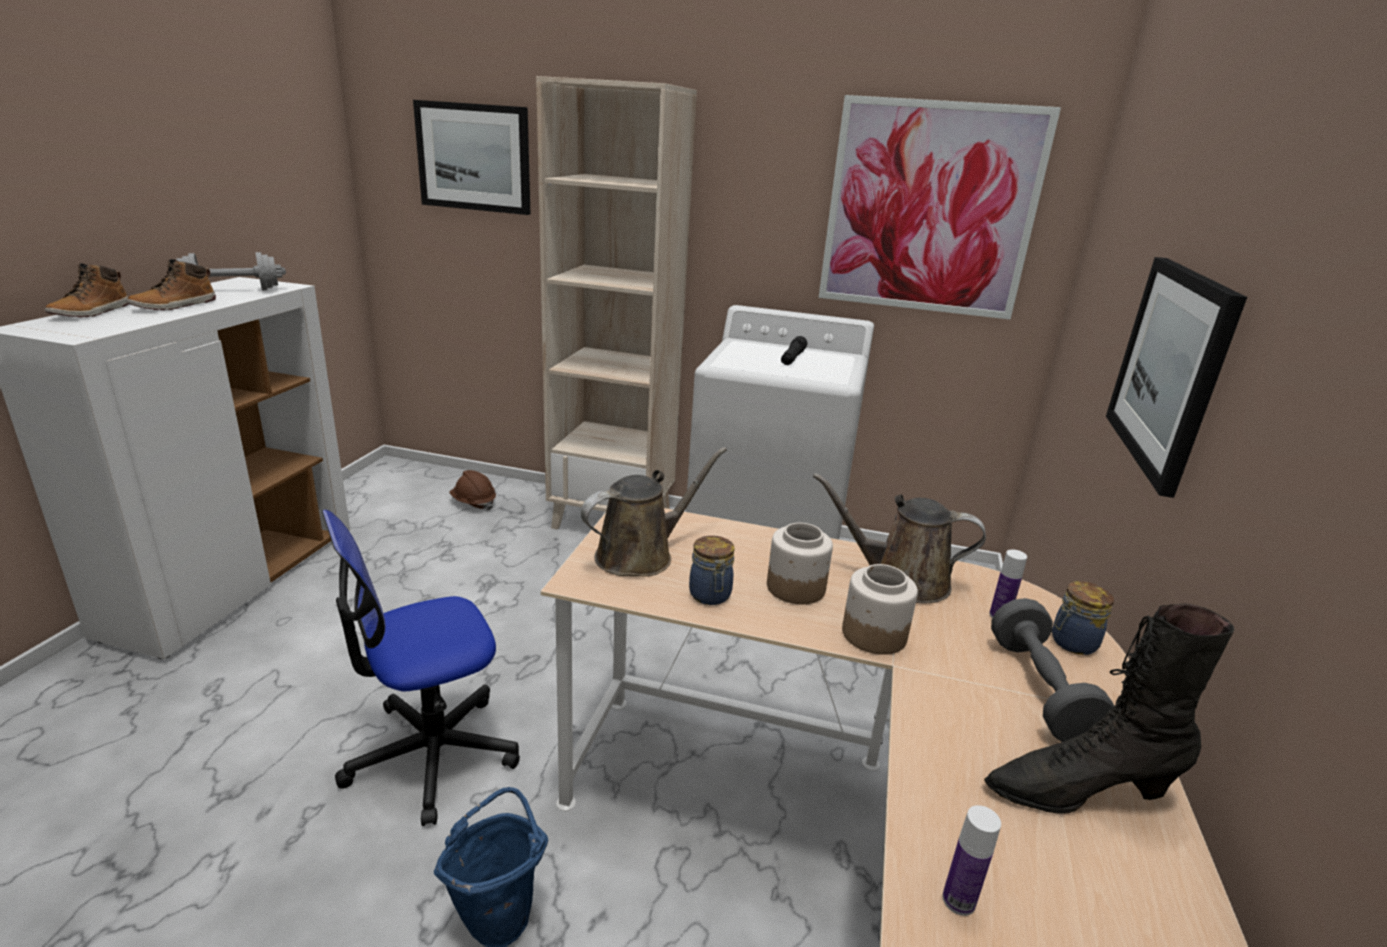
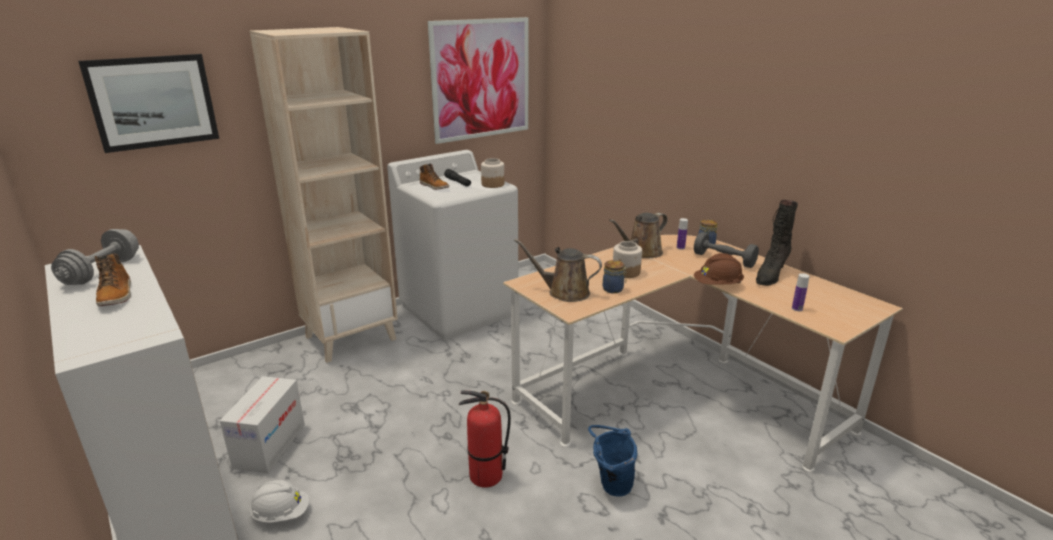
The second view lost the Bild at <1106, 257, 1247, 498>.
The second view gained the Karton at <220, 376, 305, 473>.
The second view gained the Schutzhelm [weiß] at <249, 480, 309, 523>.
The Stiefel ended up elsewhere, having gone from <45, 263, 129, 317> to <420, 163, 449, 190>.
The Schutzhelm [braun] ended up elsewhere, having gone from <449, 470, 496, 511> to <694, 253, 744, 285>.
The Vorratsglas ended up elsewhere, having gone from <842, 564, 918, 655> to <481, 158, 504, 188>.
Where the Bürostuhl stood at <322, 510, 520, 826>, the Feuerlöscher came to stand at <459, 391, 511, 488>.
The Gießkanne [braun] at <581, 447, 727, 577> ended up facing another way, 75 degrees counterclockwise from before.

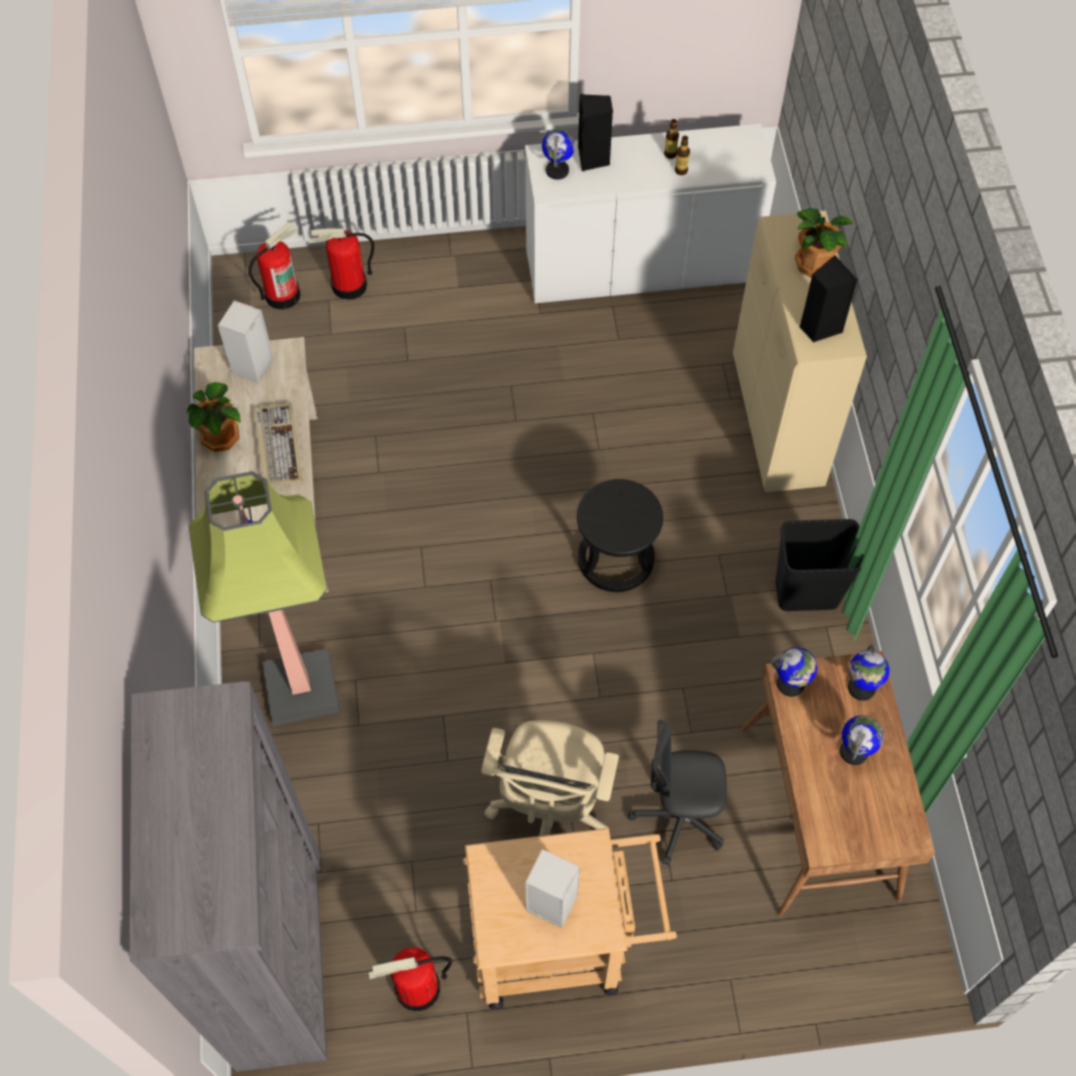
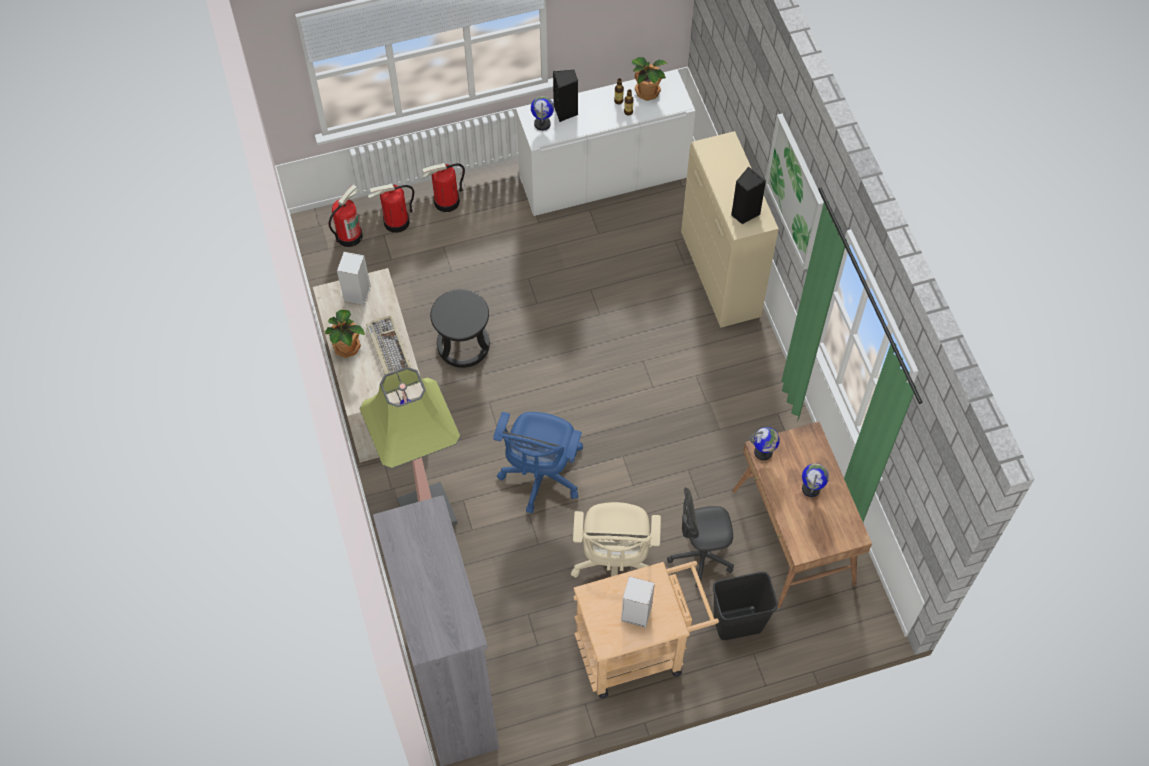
The second view lost the Globus at <848, 644, 889, 701>.
The second view gained the Bürostuhl [blau] at <493, 412, 583, 514>.
The second view gained the Bild at <765, 113, 824, 270>.
The Feuerlöscher ended up elsewhere, having gone from <369, 947, 452, 1011> to <421, 163, 465, 212>.
The Hocker [schwarz] ended up elsewhere, having gone from <577, 479, 663, 592> to <430, 289, 490, 368>.
The Mülleimer [schwarz] ended up elsewhere, having gone from <775, 519, 864, 611> to <713, 572, 778, 640>.
The Topfpflanze ended up elsewhere, having gone from <795, 208, 854, 278> to <632, 57, 668, 101>.

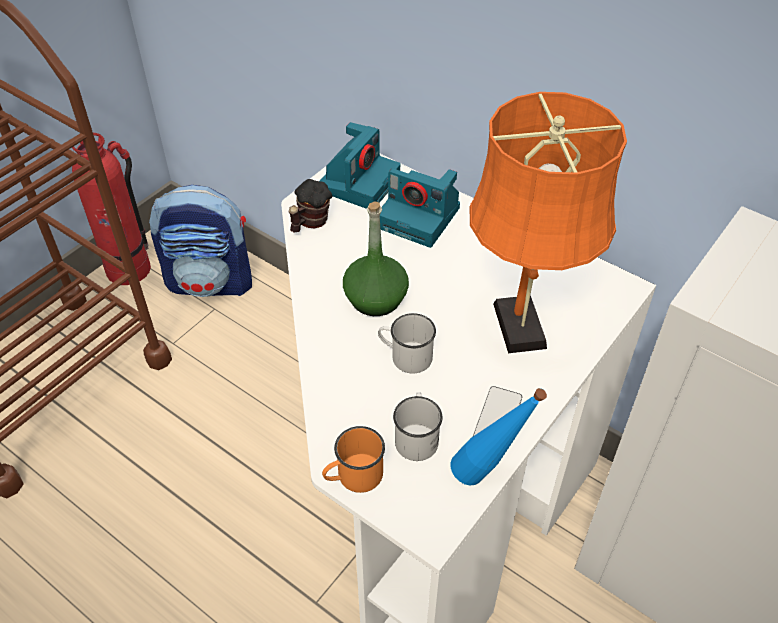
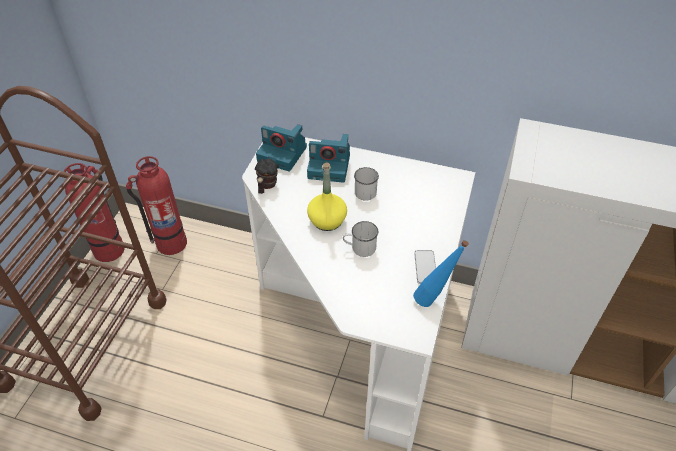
The second view lost the Henkelbecher [orange] at <322, 426, 385, 493>.
The second view lost the Tischlampe [orange] at <470, 92, 627, 353>.
The Henkelbecher [weiß] ended up elsewhere, having gone from <393, 392, 443, 461> to <354, 167, 379, 201>.
Where the Rucksack stood at <149, 185, 252, 297>, the Feuerlöscher came to stand at <126, 156, 187, 255>.
What was the Flasche [grün] at <343, 201, 409, 316> turned into the Flasche [gelb] at <307, 163, 347, 231>.
The Kamera at <320, 122, 401, 209> ended up facing another way, 105 degrees clockwise from before.

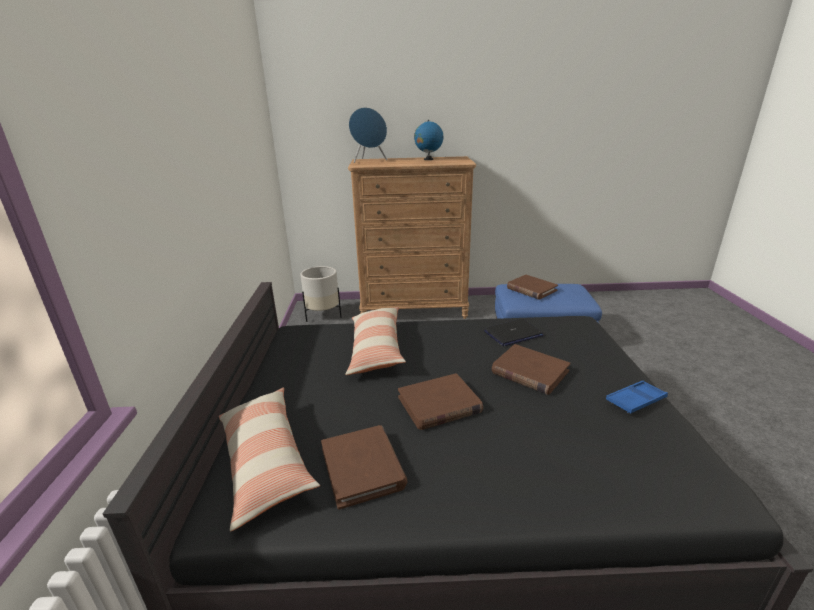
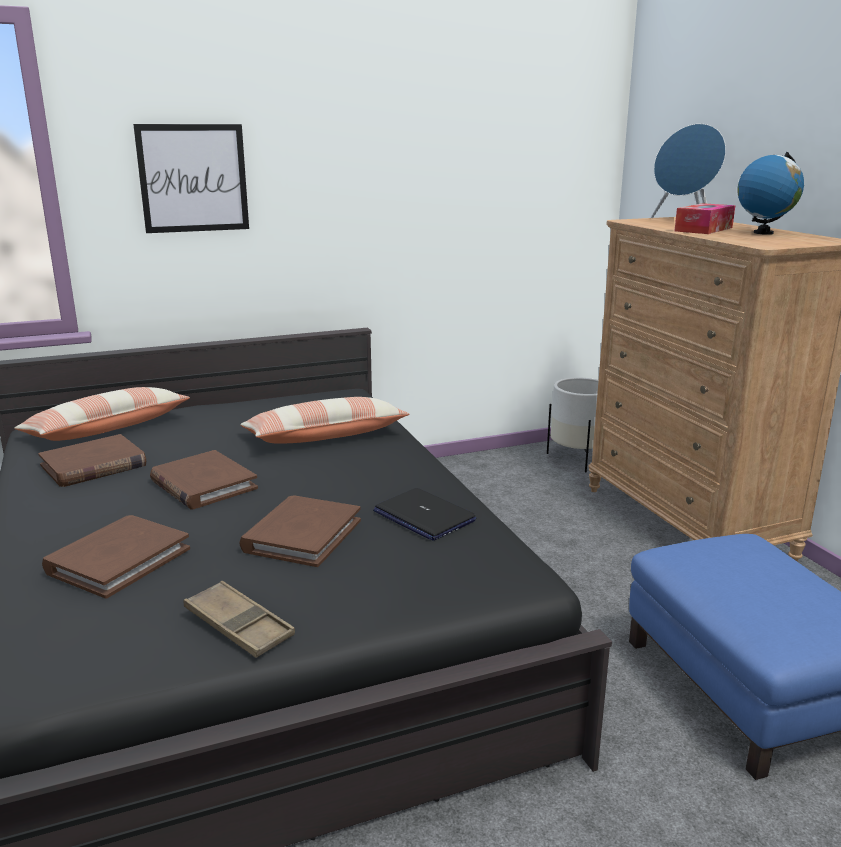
The second view gained the Bild at <133, 124, 249, 233>.
The second view gained the Taschentuchbox at <674, 203, 735, 234>.
The Buch [braun] ended up elsewhere, having gone from <507, 275, 558, 300> to <42, 515, 190, 599>.
What was the Tablett [blau] at <606, 381, 668, 414> turned into the Tablett [braun] at <184, 581, 295, 658>.

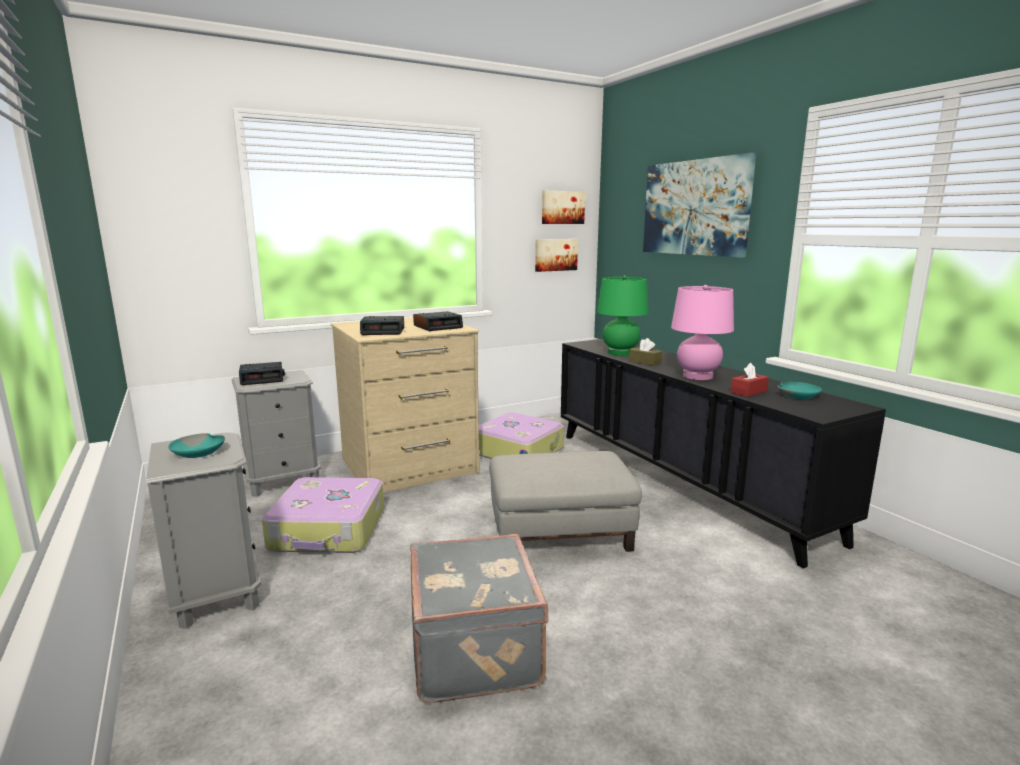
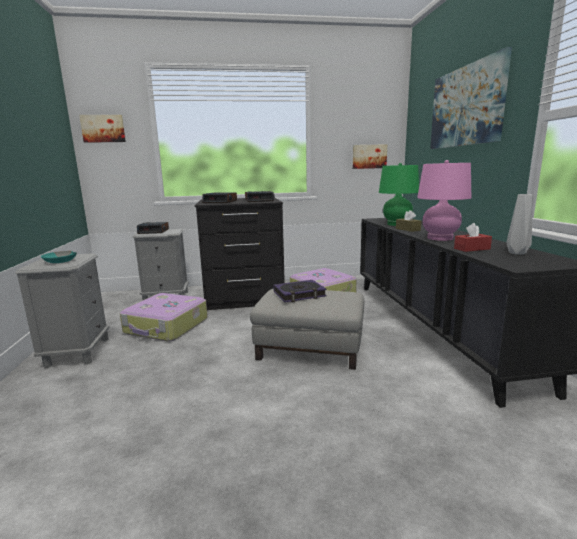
The second view lost the Koffer [grau] at <410, 534, 549, 703>.
The second view gained the Buch at <273, 280, 327, 302>.
The Bild ended up elsewhere, having gone from <542, 191, 585, 224> to <79, 115, 126, 143>.
Where the Schüssel [türkis] stood at <777, 382, 822, 399>, the Vase [grau] came to stand at <506, 194, 533, 255>.
What was the Kommode [beige] at <331, 317, 479, 492> turned into the Kommode [schwarz] at <195, 198, 285, 310>.

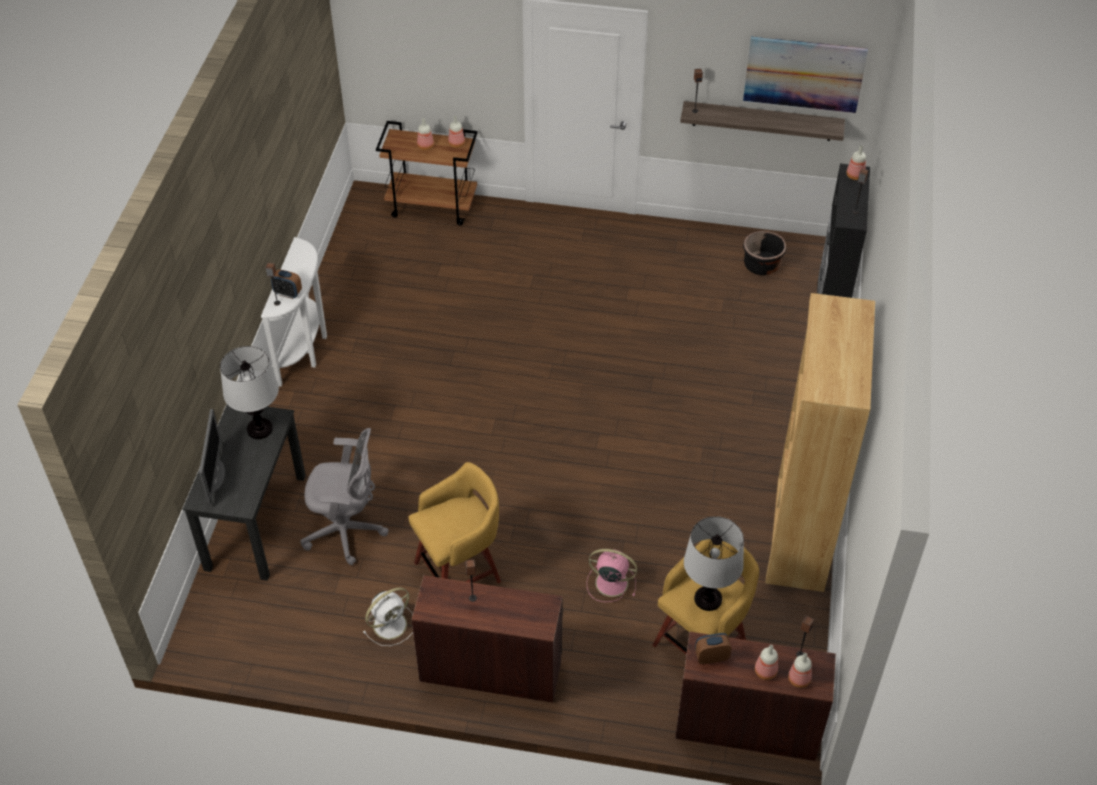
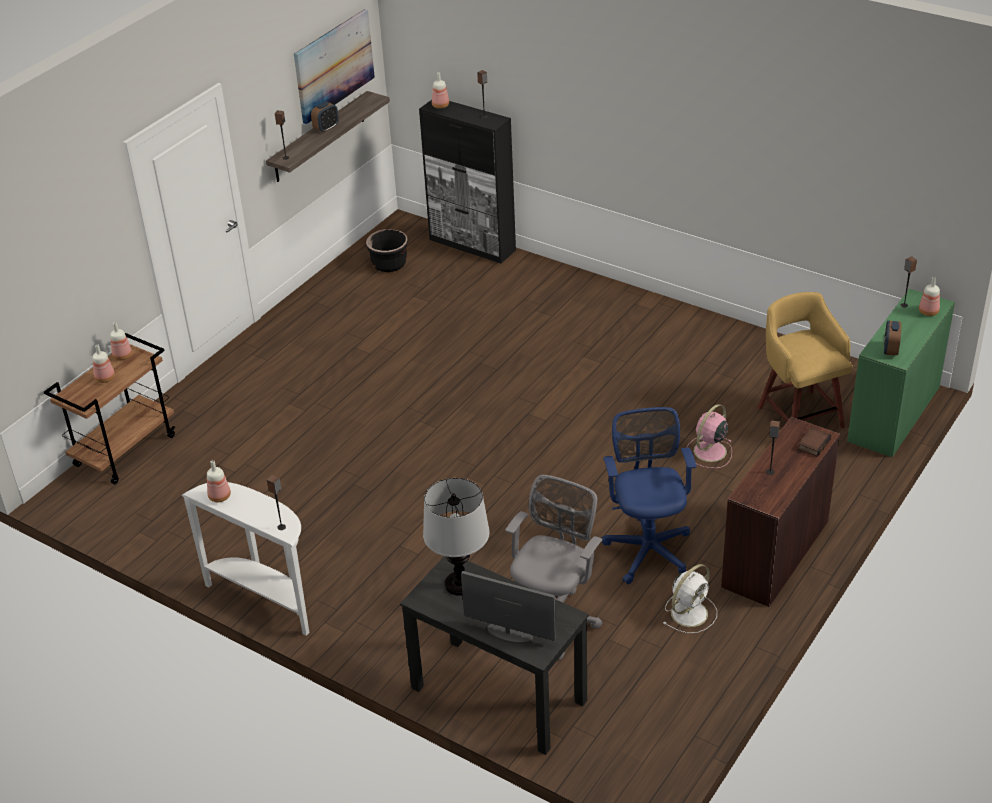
The second view lost the Tischlampe at <684, 516, 744, 611>.
The second view lost the Bücherregal [braun] at <765, 293, 875, 592>.
The second view gained the Buch at <798, 428, 831, 457>.
The Wecker ended up elsewhere, having gone from <271, 269, 302, 299> to <311, 102, 339, 133>.
The Flasche ended up elsewhere, having gone from <755, 645, 778, 680> to <207, 460, 231, 502>.
Where the Hocker [gelb] stood at <409, 462, 501, 583>, the Bürostuhl [blau] came to stand at <602, 407, 697, 584>.
What was the Schreibtisch [braun] at <675, 632, 836, 761> turned into the Schreibtisch [grün] at <847, 289, 955, 457>.
The Ventilator [weiß] at <363, 588, 413, 646> ended up facing another way, 60 degrees clockwise from before.

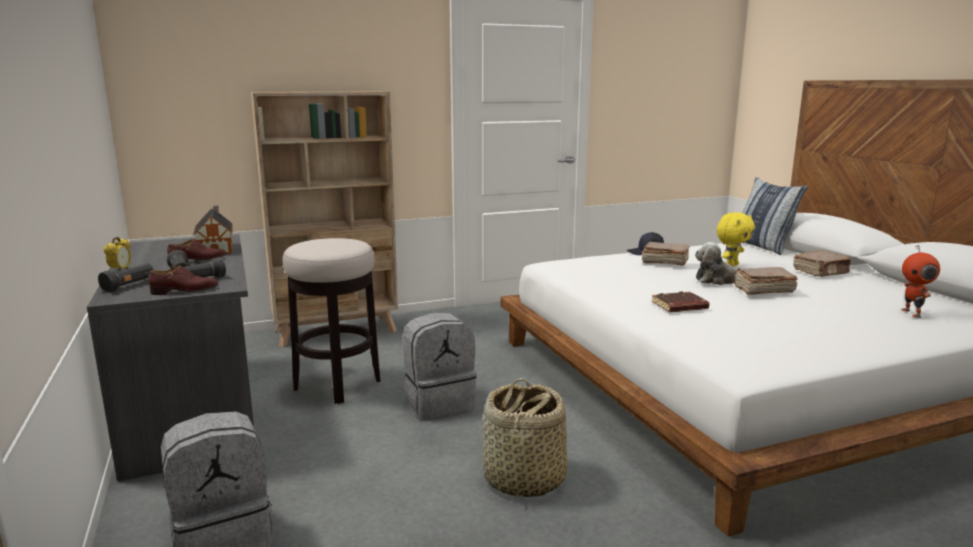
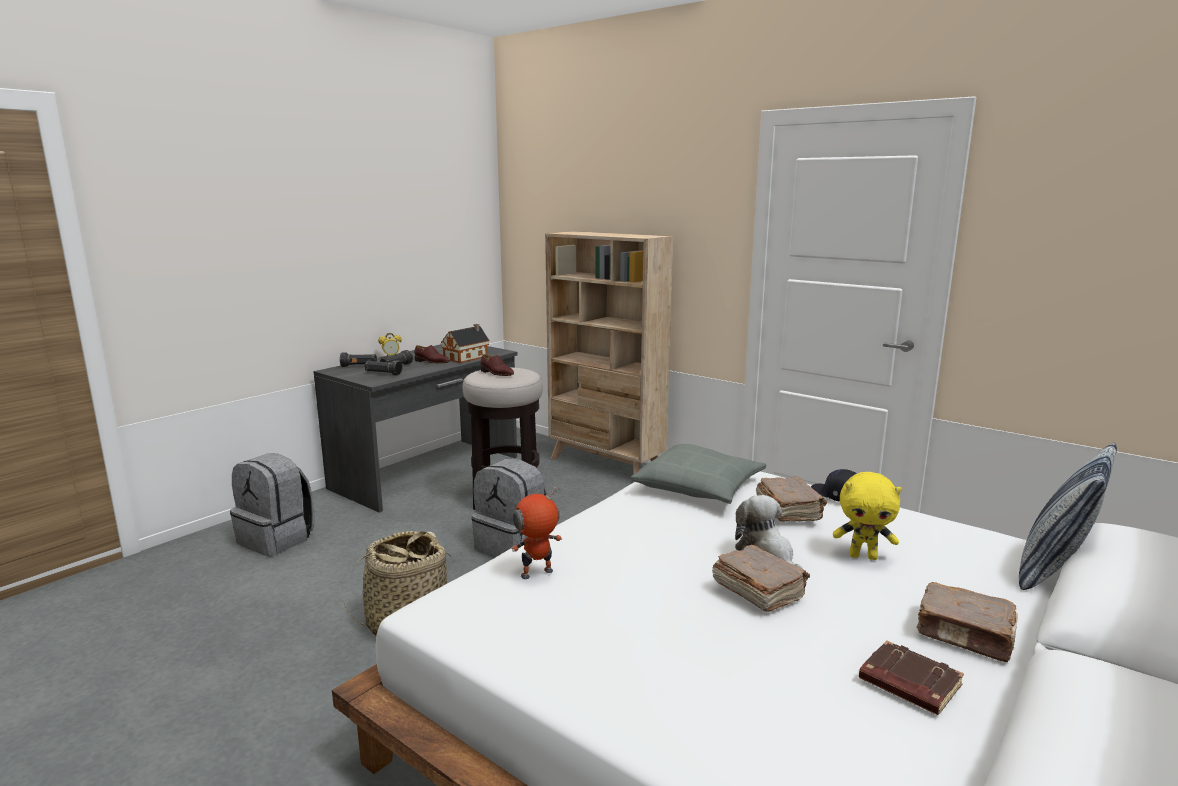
The second view gained the Kissen [grau] at <631, 444, 766, 504>.
The Schuh [braun] ended up elsewhere, having gone from <148, 265, 219, 295> to <480, 354, 514, 376>.
The Buch [braun] ended up elsewhere, having gone from <651, 291, 709, 312> to <859, 640, 964, 715>.
The Spielzeugroboter ended up elsewhere, having gone from <902, 245, 940, 318> to <511, 487, 562, 579>.

